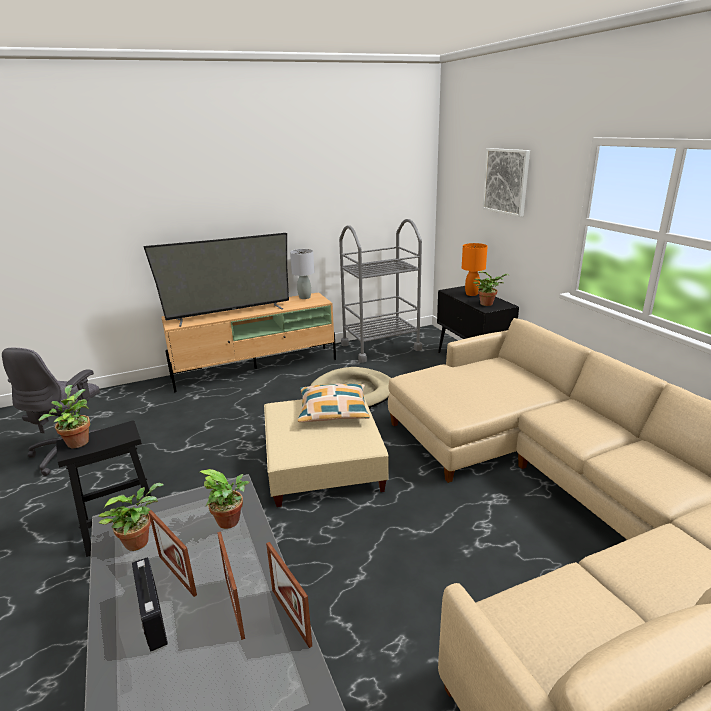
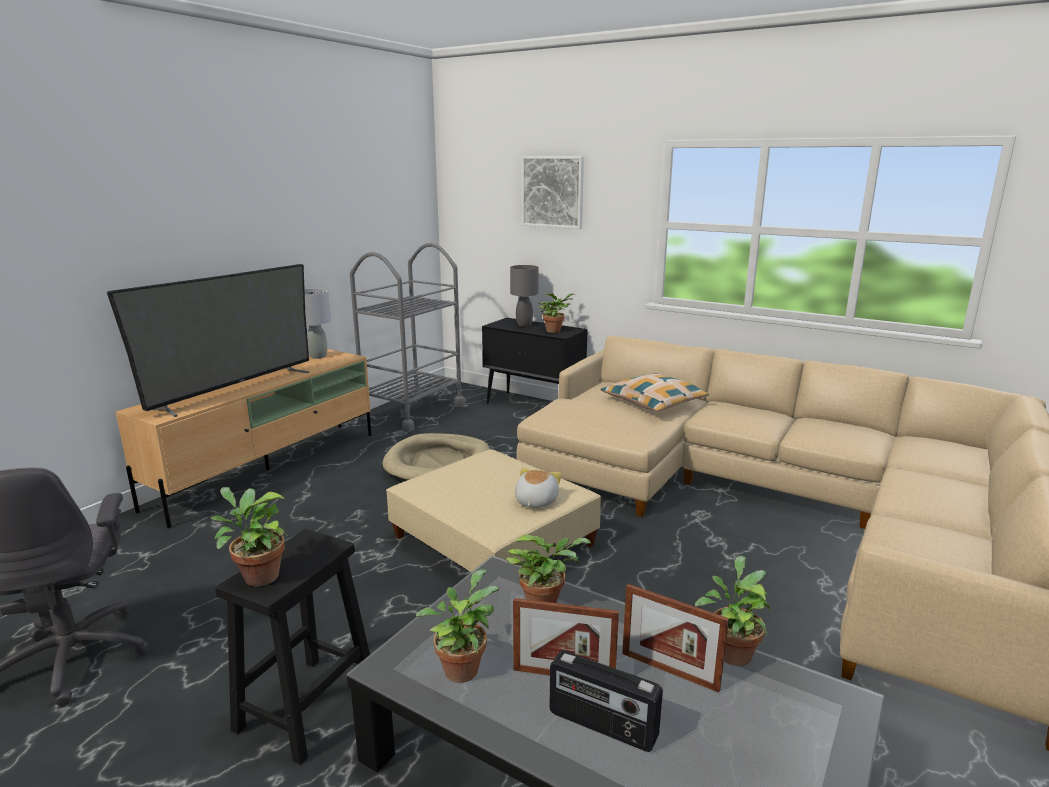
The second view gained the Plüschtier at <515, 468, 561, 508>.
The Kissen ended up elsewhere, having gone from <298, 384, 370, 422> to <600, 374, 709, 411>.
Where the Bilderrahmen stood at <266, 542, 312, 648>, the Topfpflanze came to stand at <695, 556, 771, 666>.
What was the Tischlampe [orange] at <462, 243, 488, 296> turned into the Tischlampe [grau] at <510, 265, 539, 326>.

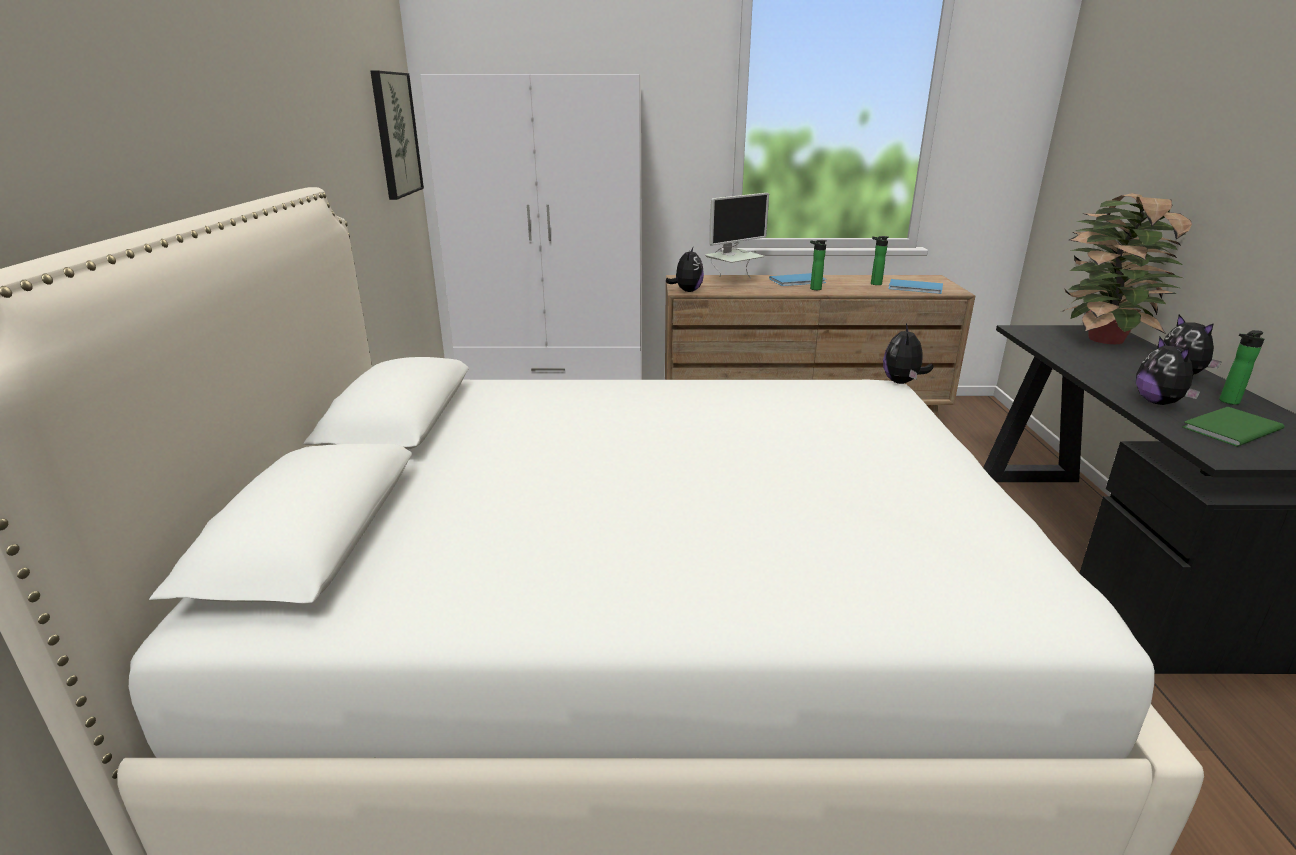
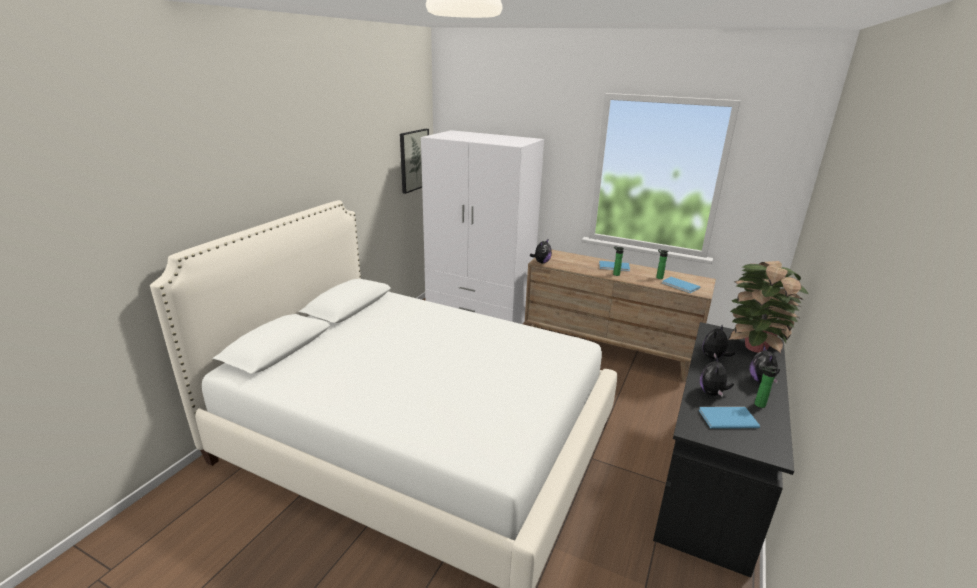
The second view lost the Monitor at <705, 193, 769, 278>.
The Plüschtier ended up elsewhere, having gone from <883, 324, 934, 384> to <703, 325, 735, 359>.
What was the Buch [grün] at <1182, 407, 1285, 447> turned into the Buch [blau] at <699, 407, 760, 429>.

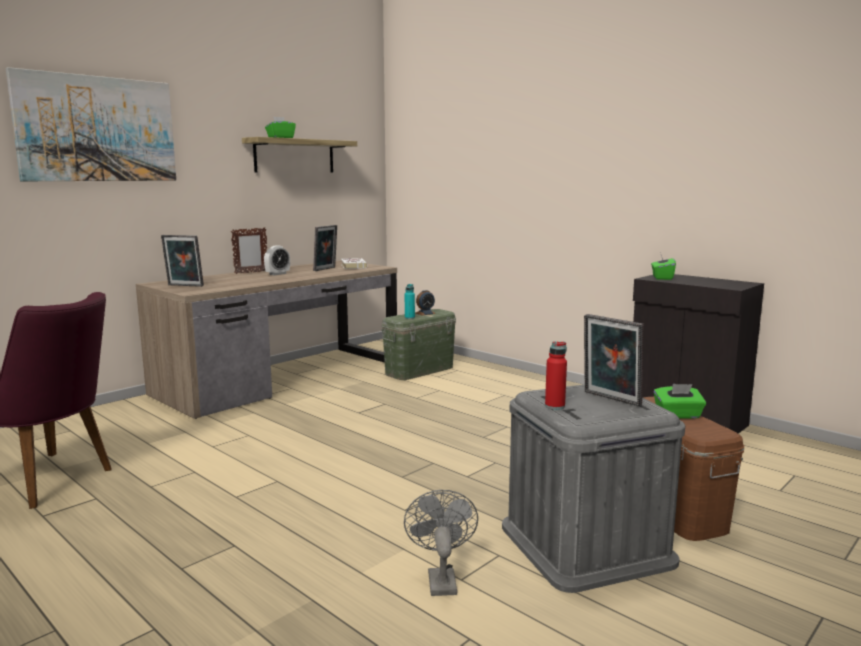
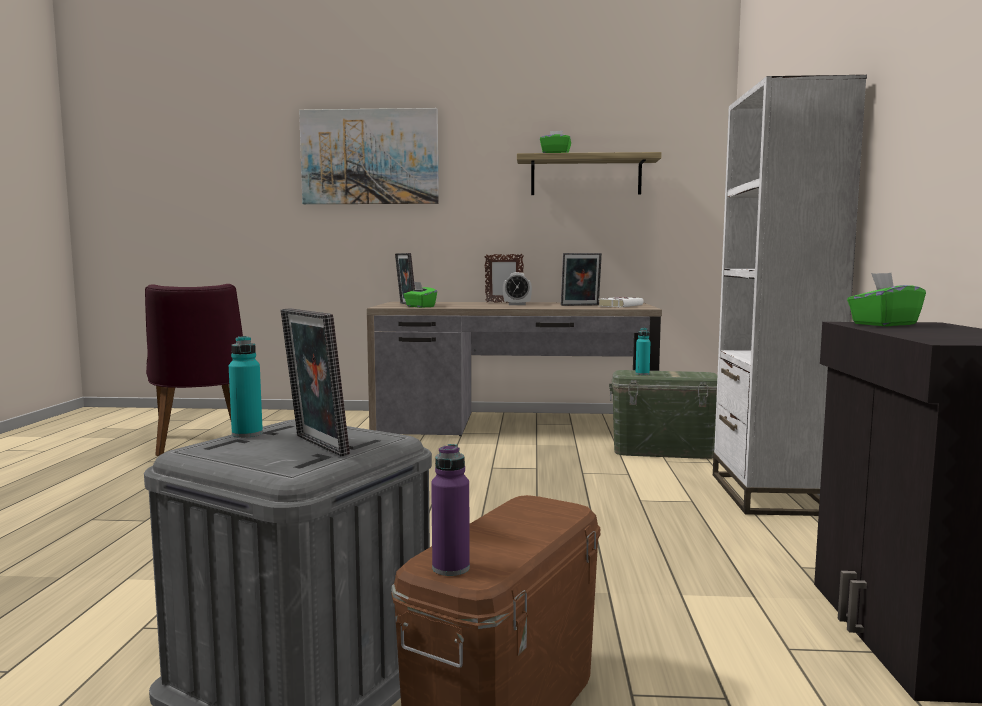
The second view lost the Ventilator [grau] at <404, 490, 478, 596>.
The second view lost the Wecker at <416, 290, 436, 315>.
The second view gained the Flasche [lila] at <431, 444, 470, 576>.
The second view gained the Bücherregal [weiß] at <713, 75, 867, 516>.
The Taschentuchbox [grün] ended up elsewhere, having gone from <654, 384, 706, 419> to <403, 282, 437, 308>.
What was the Flasche [rot] at <545, 341, 567, 410> turned into the Flasche [türkis] at <229, 336, 263, 438>.
The Bilderrahmen at <584, 314, 643, 406> ended up facing another way, 45 degrees counterclockwise from before.

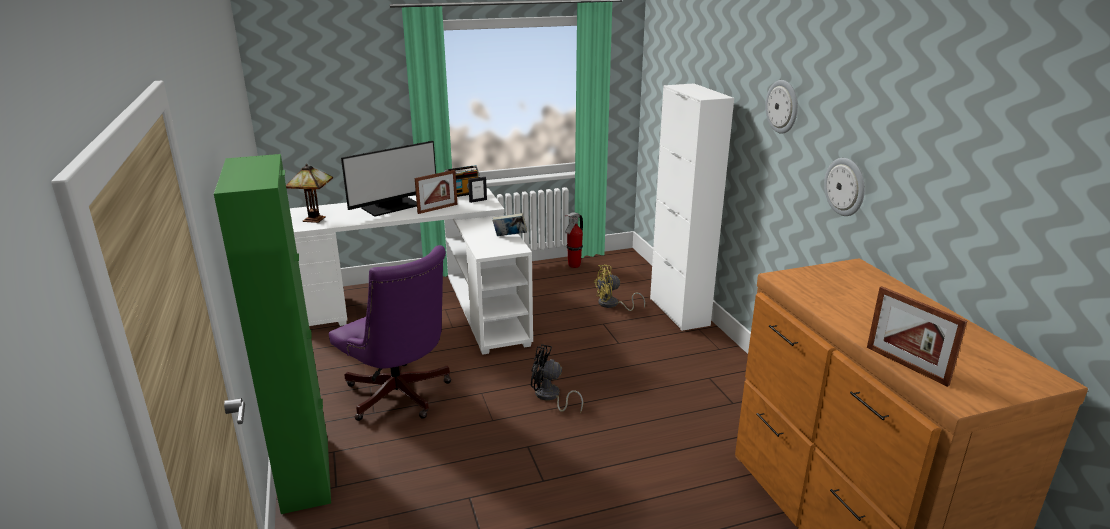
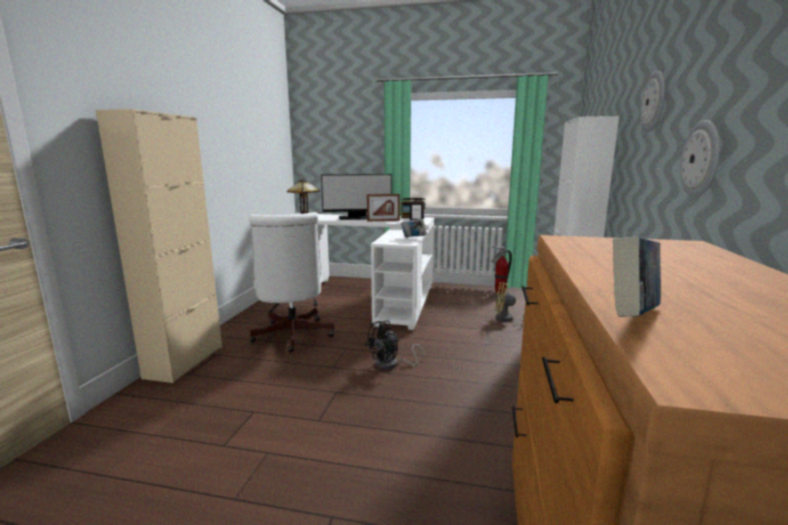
Where the Bilderrahmen stood at <867, 286, 967, 387>, the Buch came to stand at <613, 237, 661, 317>.
What was the Schrank [grün] at <214, 154, 331, 514> turned into the Schrank [beige] at <96, 109, 222, 383>.
What was the Bürostuhl [lila] at <329, 245, 451, 421> turned into the Bürostuhl [weiß] at <249, 212, 334, 352>.
The Ventilator [schwarz] at <531, 344, 583, 413> ended up facing another way, 90 degrees counterclockwise from before.

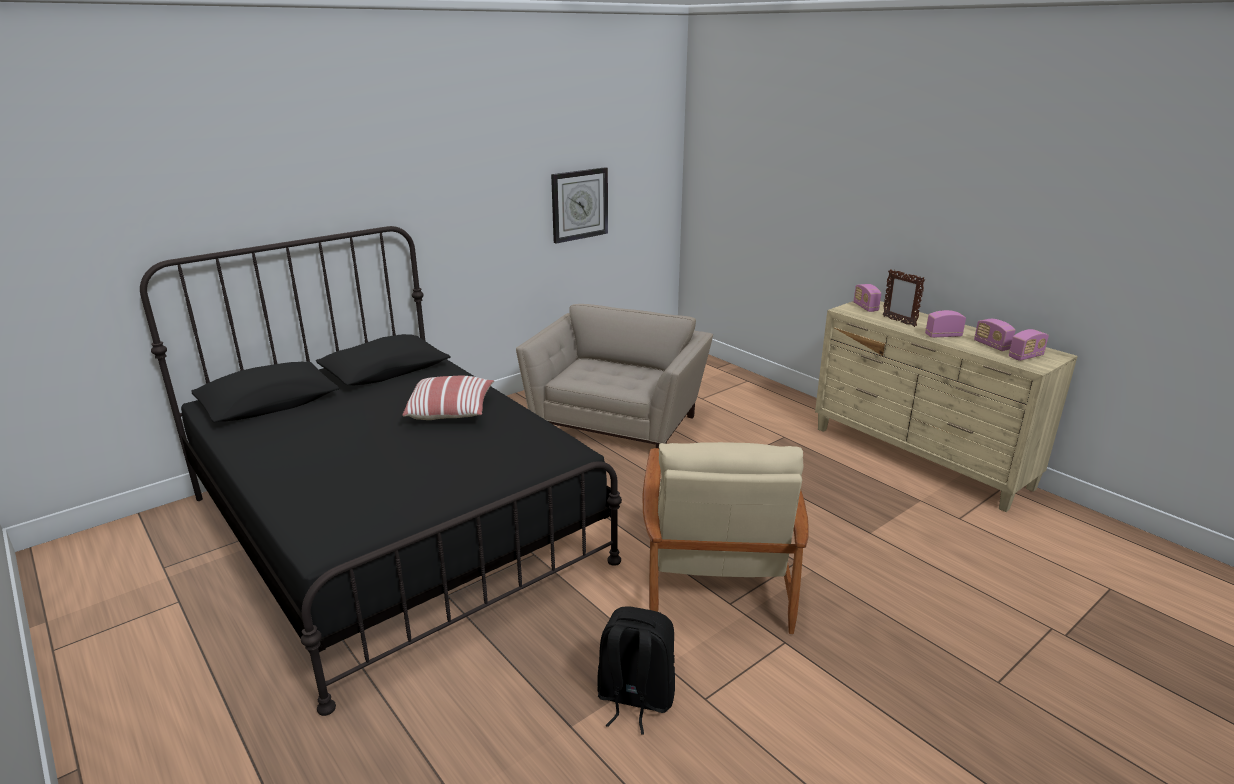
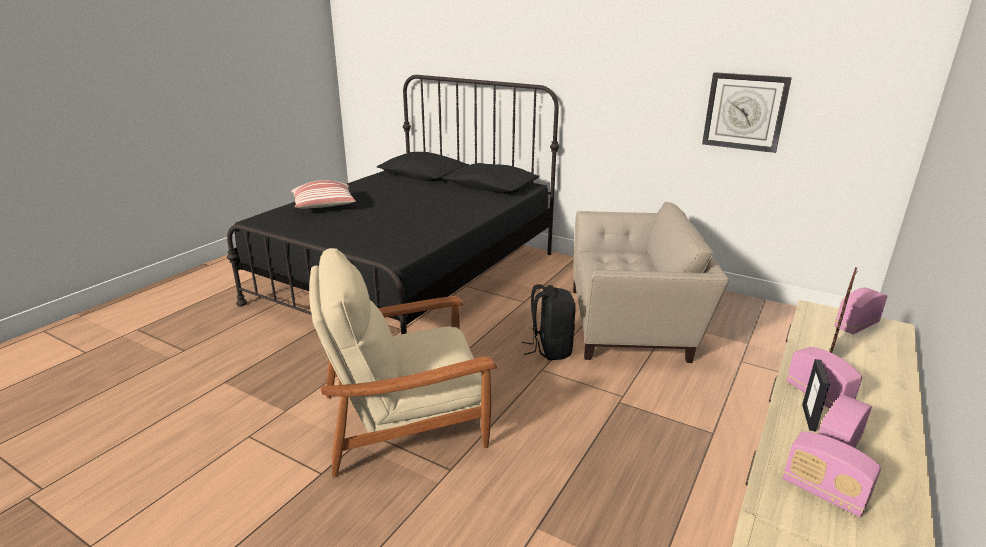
The second view gained the Bilderrahmen at <802, 359, 830, 432>.
The Kissen ended up elsewhere, having gone from <402, 376, 494, 420> to <291, 180, 356, 209>.
The Rucksack [schwarz] ended up elsewhere, having gone from <597, 606, 675, 735> to <522, 284, 576, 360>.

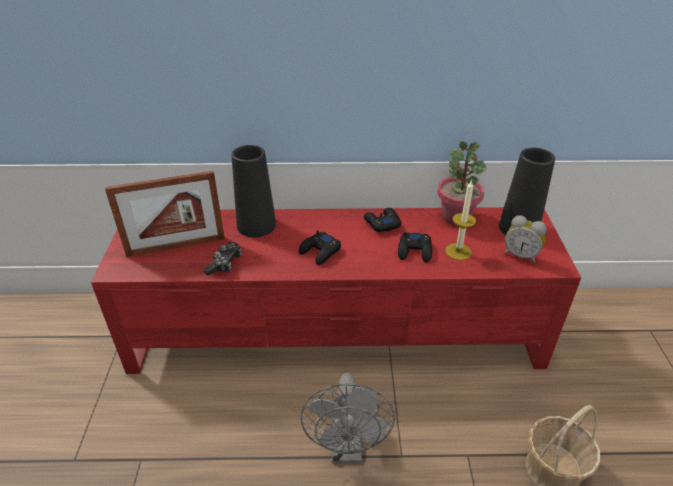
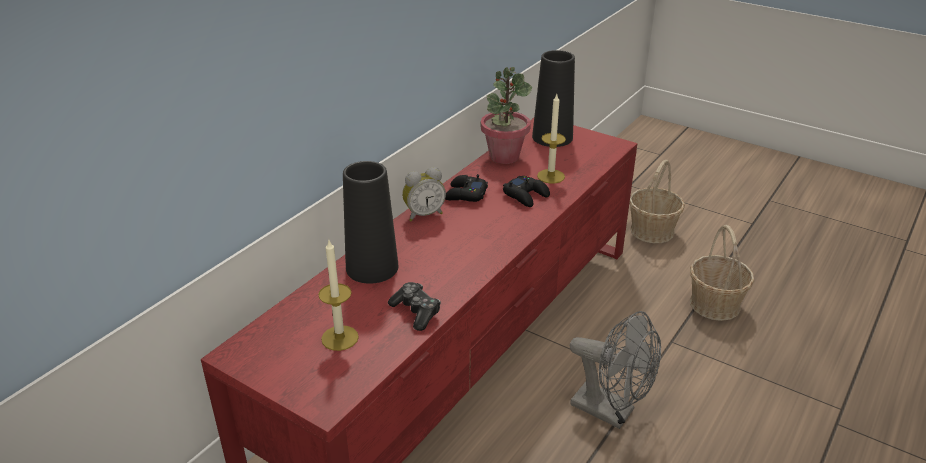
The second view lost the Gamepad [schwarz] at <299, 231, 341, 265>.
The second view gained the Korb at <629, 160, 685, 243>.
The Wecker ended up elsewhere, having gone from <504, 215, 546, 264> to <402, 167, 446, 221>.
Where the Bilderrahmen stood at <105, 171, 225, 257>, the Kerze came to stand at <318, 240, 359, 351>.

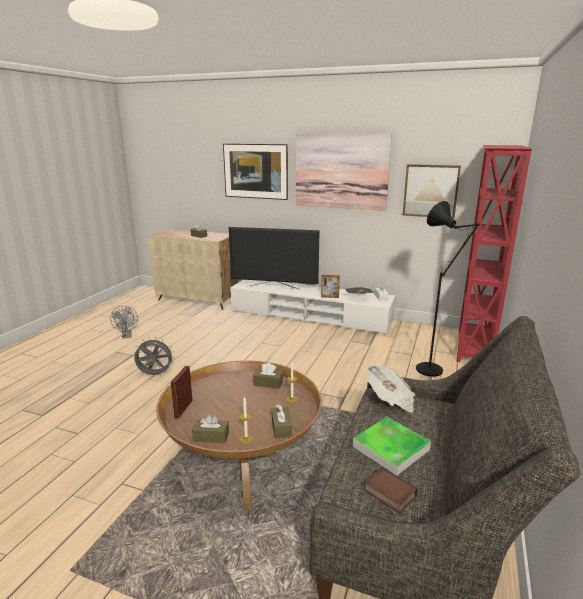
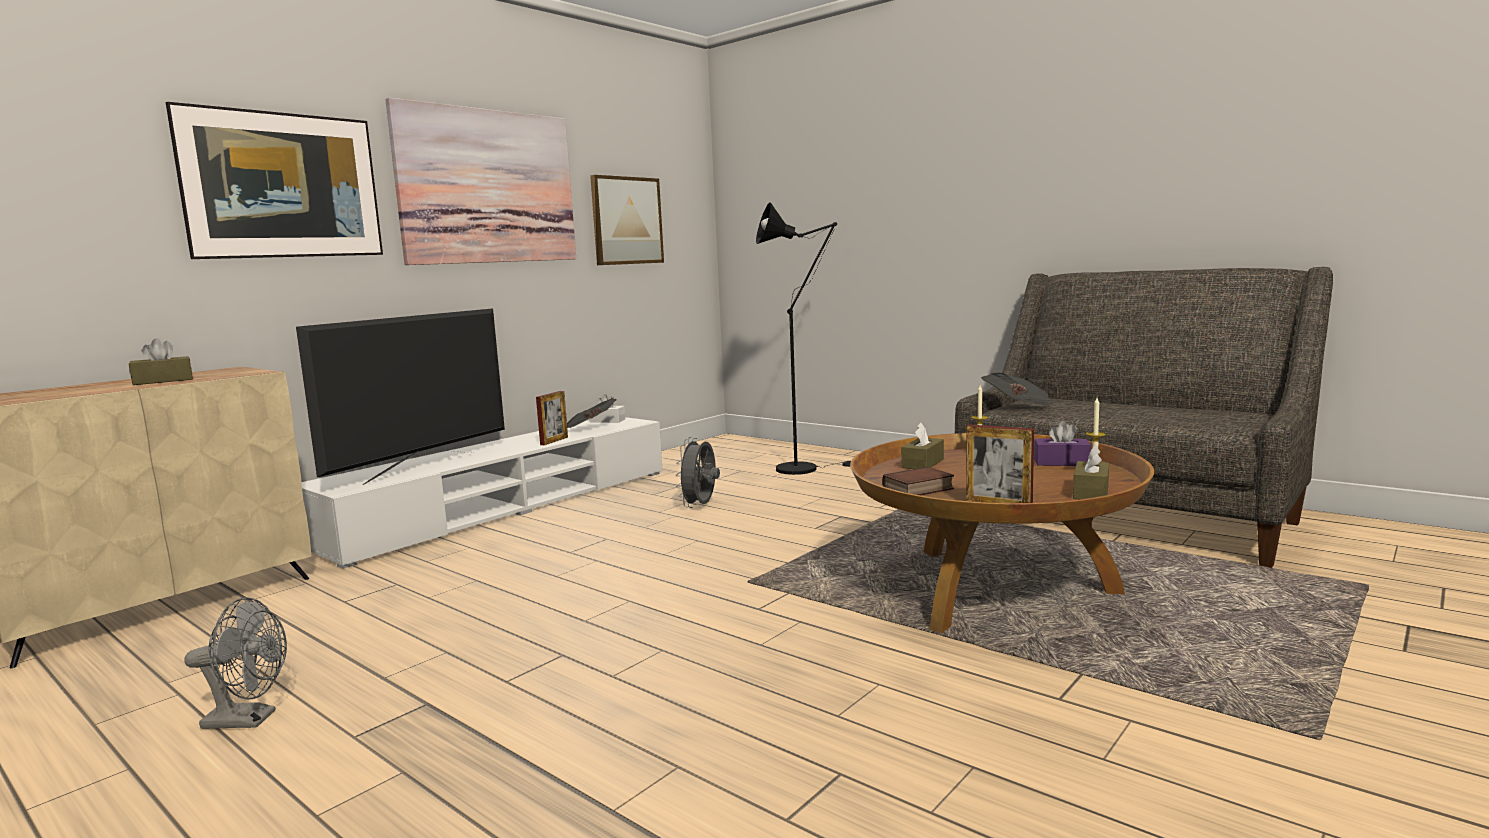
The second view lost the Tablett at <353, 417, 431, 476>.
The second view lost the Bücherregal [rot] at <457, 145, 532, 362>.
The Ventilator [grau] ended up elsewhere, having gone from <134, 337, 175, 375> to <675, 437, 720, 508>.
The Buch ended up elsewhere, having gone from <364, 467, 417, 513> to <882, 467, 954, 495>.
What was the Taschentuchbox [braun] at <272, 404, 292, 438> turned into the Taschentuchbox [lila] at <1034, 421, 1091, 466>.

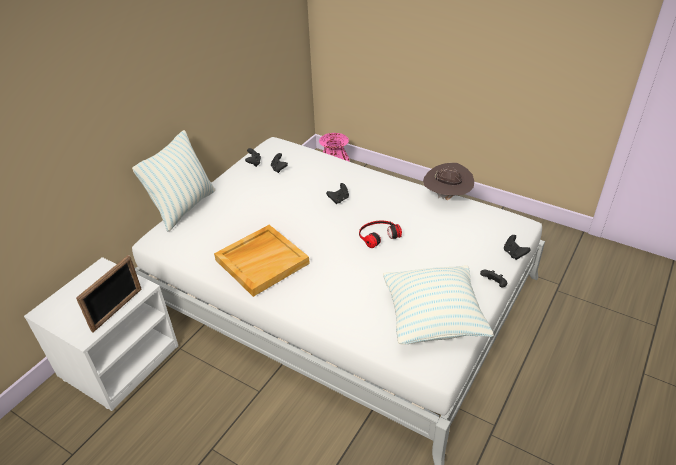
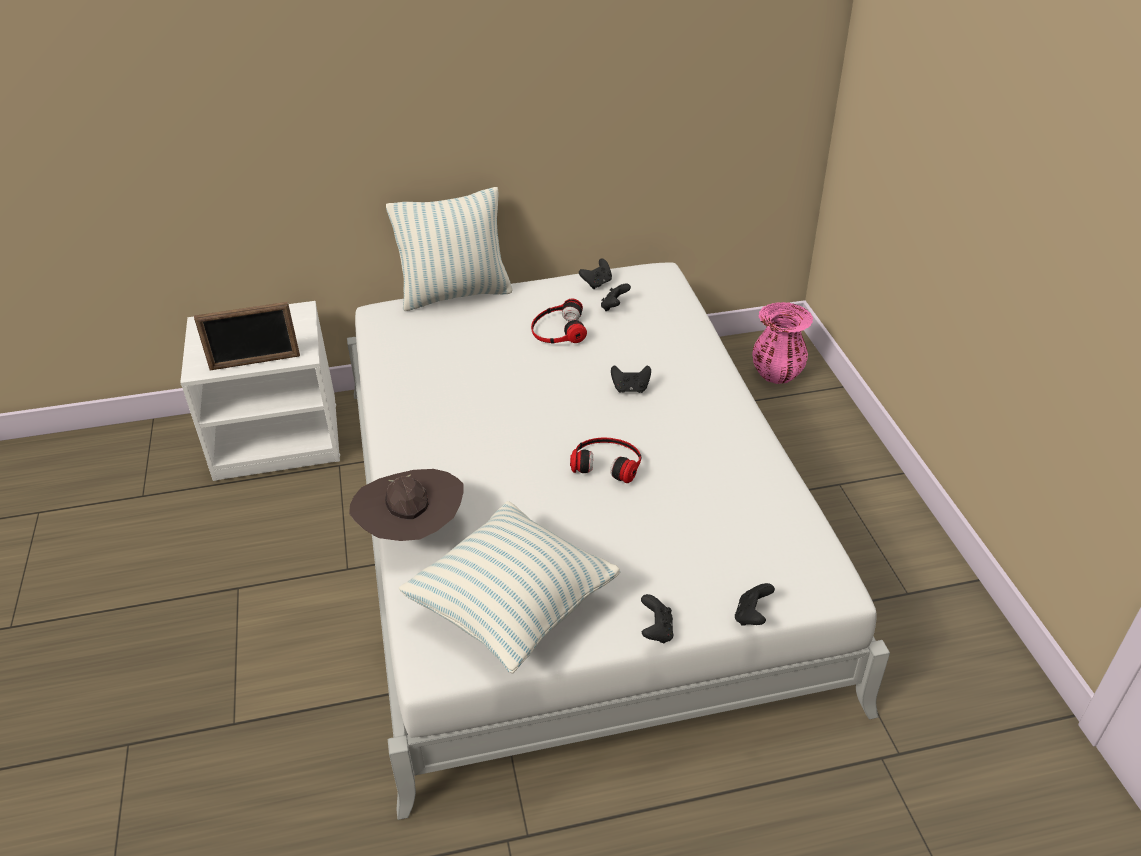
The second view lost the Tablett [beige] at <214, 225, 310, 297>.
The second view gained the Kopfhörer at <531, 299, 587, 343>.
The Hut [braun] ended up elsewhere, having gone from <423, 163, 474, 200> to <349, 469, 463, 541>.

